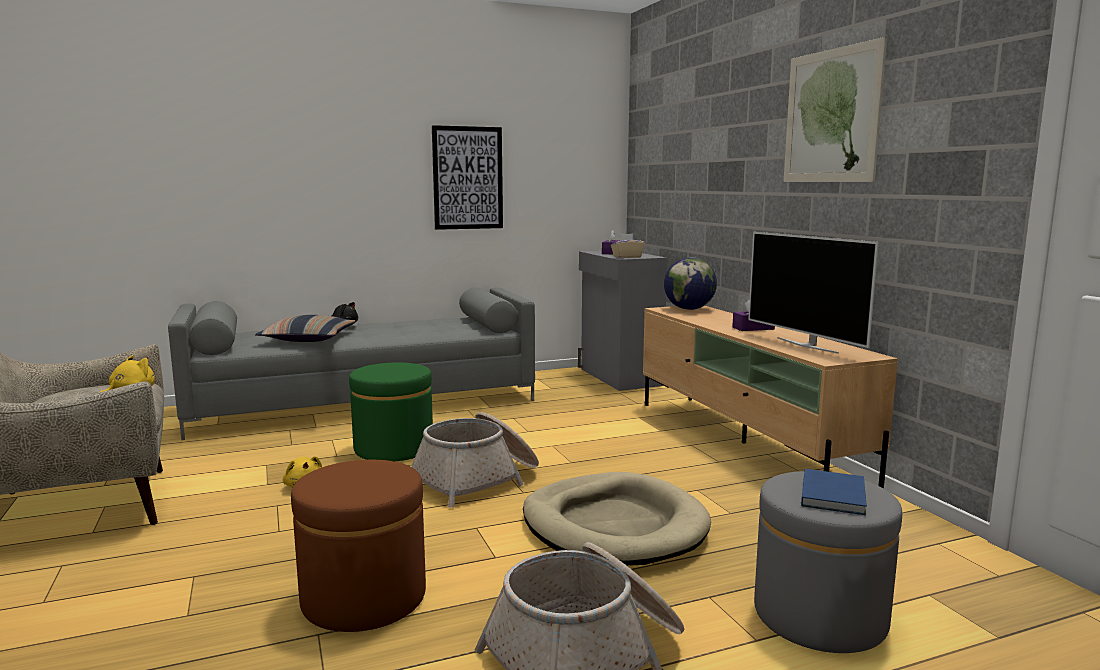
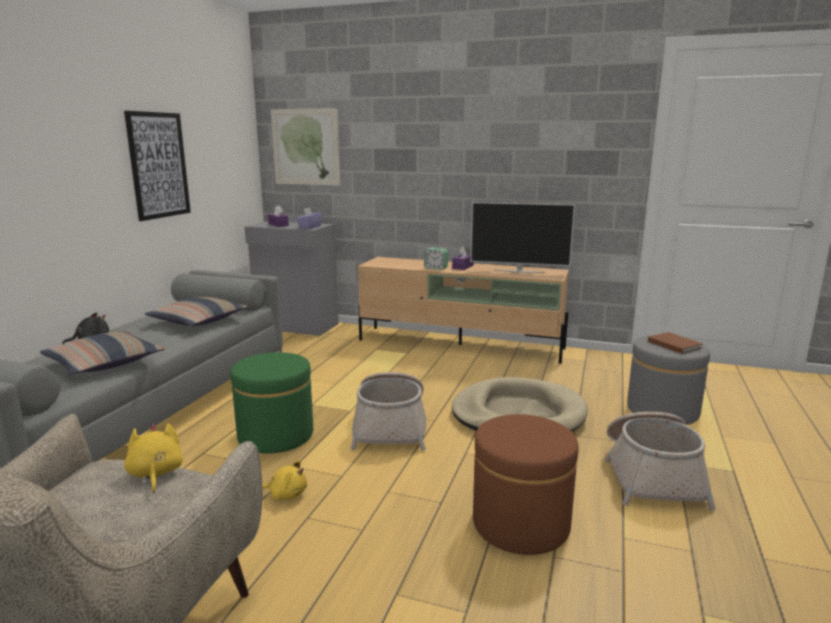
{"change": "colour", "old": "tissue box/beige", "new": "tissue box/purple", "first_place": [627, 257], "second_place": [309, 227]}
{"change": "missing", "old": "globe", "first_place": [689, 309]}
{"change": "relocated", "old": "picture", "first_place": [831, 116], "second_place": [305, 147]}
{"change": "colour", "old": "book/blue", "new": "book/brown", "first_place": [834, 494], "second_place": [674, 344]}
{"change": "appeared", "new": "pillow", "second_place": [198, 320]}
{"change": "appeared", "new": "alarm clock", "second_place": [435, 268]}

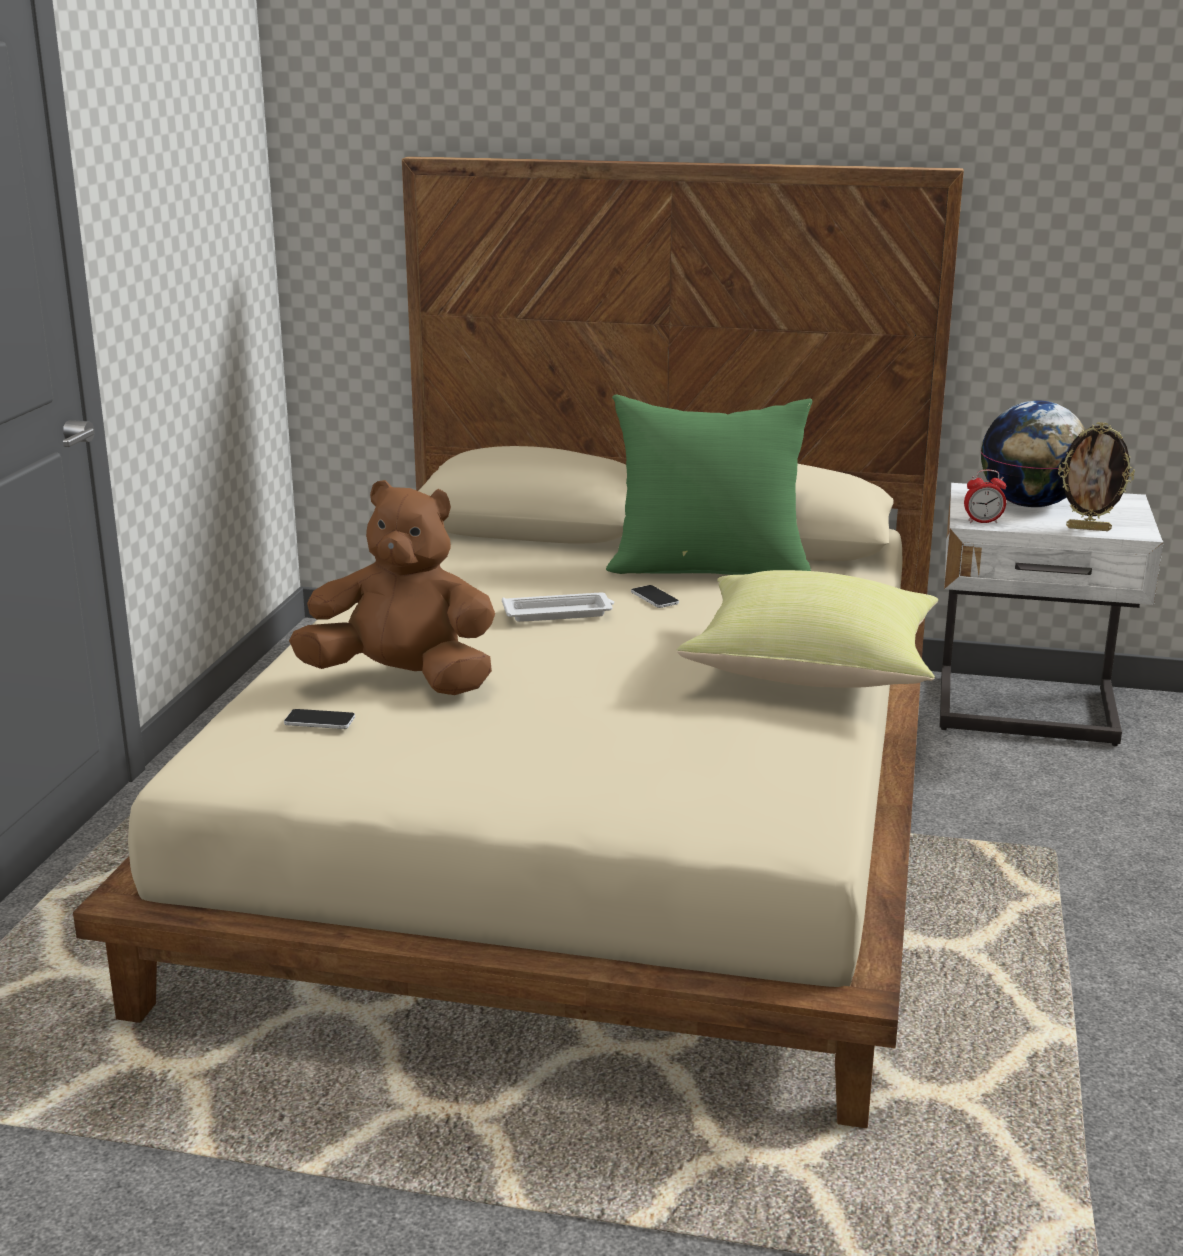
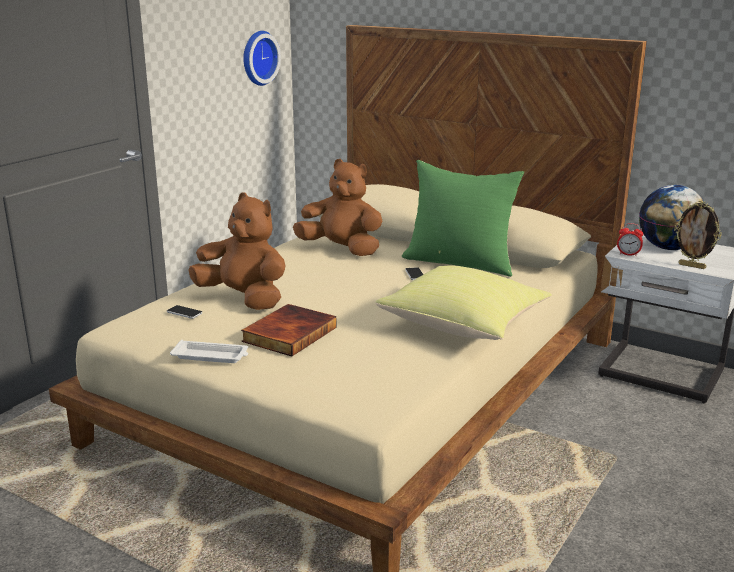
{"change": "relocated", "old": "tray/white", "first_place": [559, 613], "second_place": [211, 356]}
{"change": "appeared", "new": "book", "second_place": [288, 334]}
{"change": "appeared", "new": "wall clock", "second_place": [257, 58]}
{"change": "appeared", "new": "plush toy/brown", "second_place": [342, 249]}

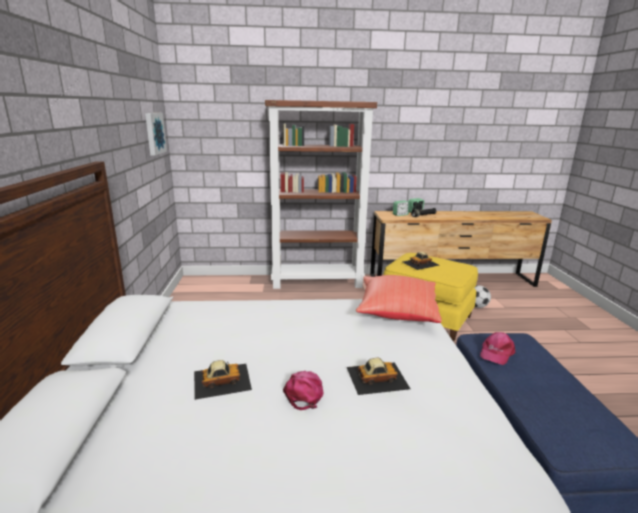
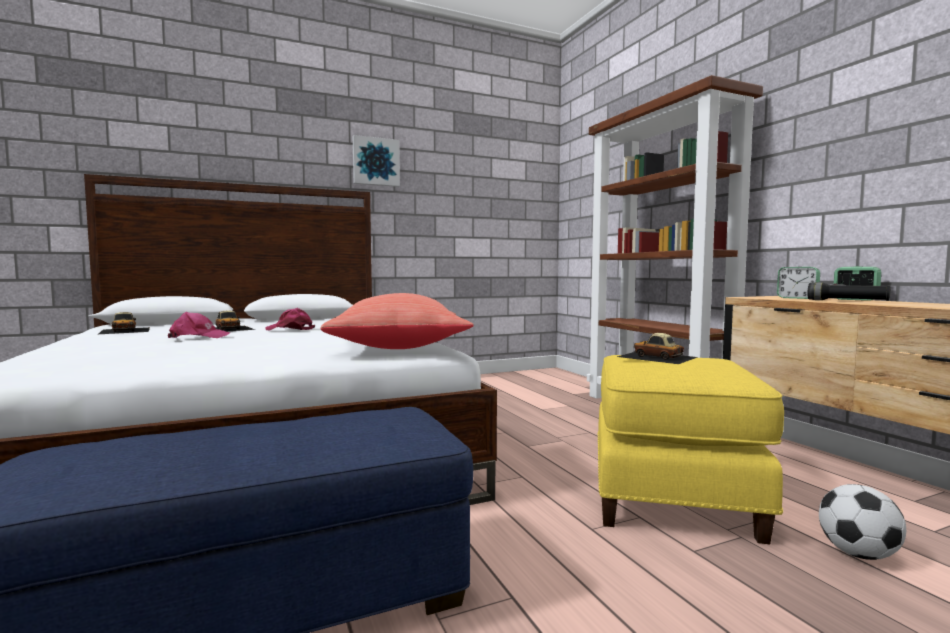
{"change": "relocated", "old": "picture", "first_place": [154, 133], "second_place": [375, 162]}
{"change": "relocated", "old": "toy car", "first_place": [376, 377], "second_place": [125, 330]}
{"change": "relocated", "old": "cap/pink", "first_place": [496, 352], "second_place": [290, 329]}

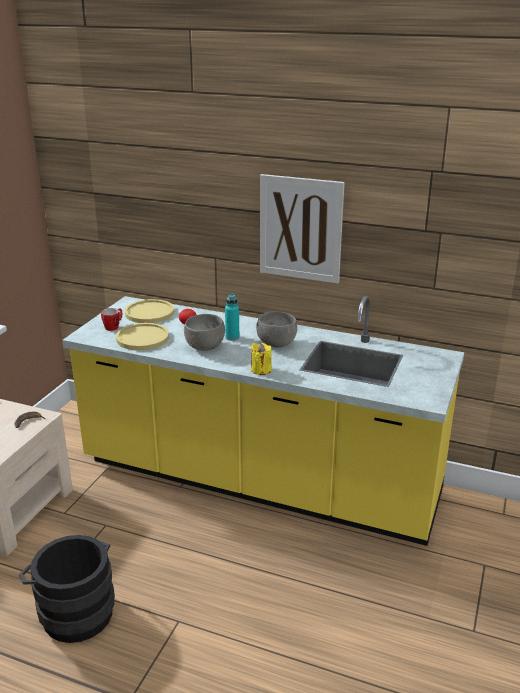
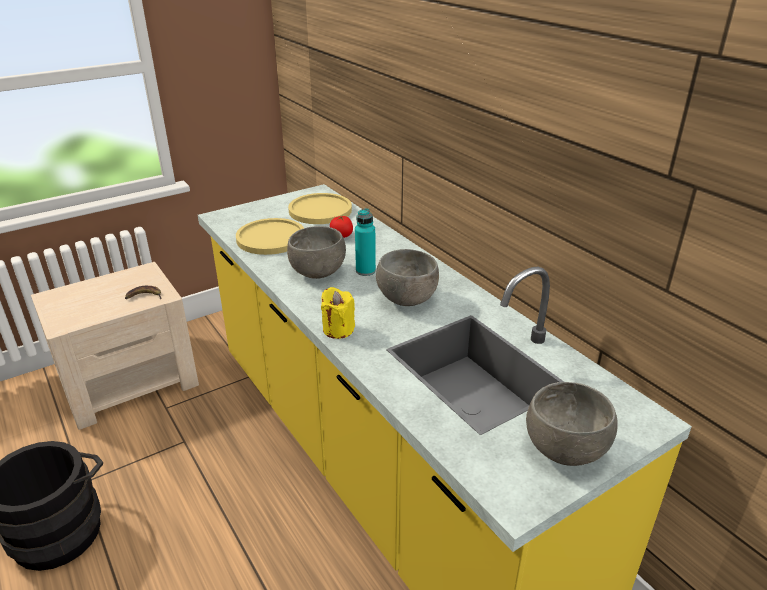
{"change": "missing", "old": "mug", "first_place": [114, 327]}
{"change": "missing", "old": "picture", "first_place": [300, 228]}
{"change": "appeared", "new": "bowl/grey", "second_place": [565, 449]}

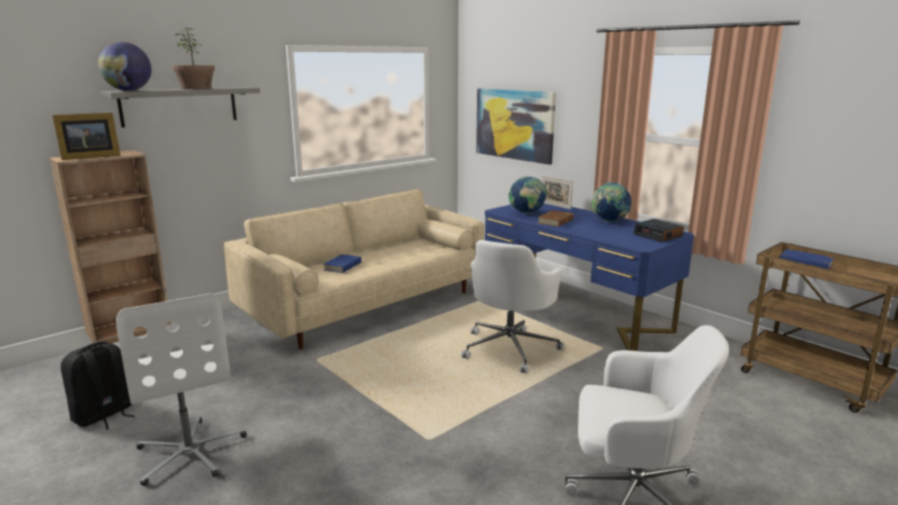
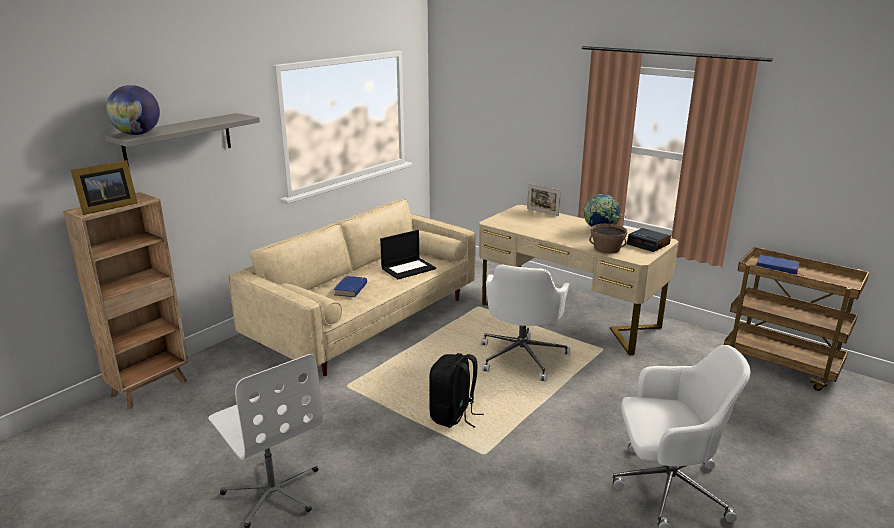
{"change": "relocated", "old": "backpack/black", "first_place": [105, 415], "second_place": [453, 416]}
{"change": "relocated", "old": "potted plant", "first_place": [197, 88], "second_place": [607, 248]}
{"change": "missing", "old": "picture", "first_place": [514, 124]}
{"change": "colour", "old": "desk/blue", "new": "desk/beige", "first_place": [575, 314], "second_place": [568, 315]}
{"change": "missing", "old": "globe", "first_place": [527, 214]}
{"change": "missing", "old": "book/brown", "first_place": [555, 221]}
{"change": "appeared", "new": "laptop", "second_place": [408, 268]}

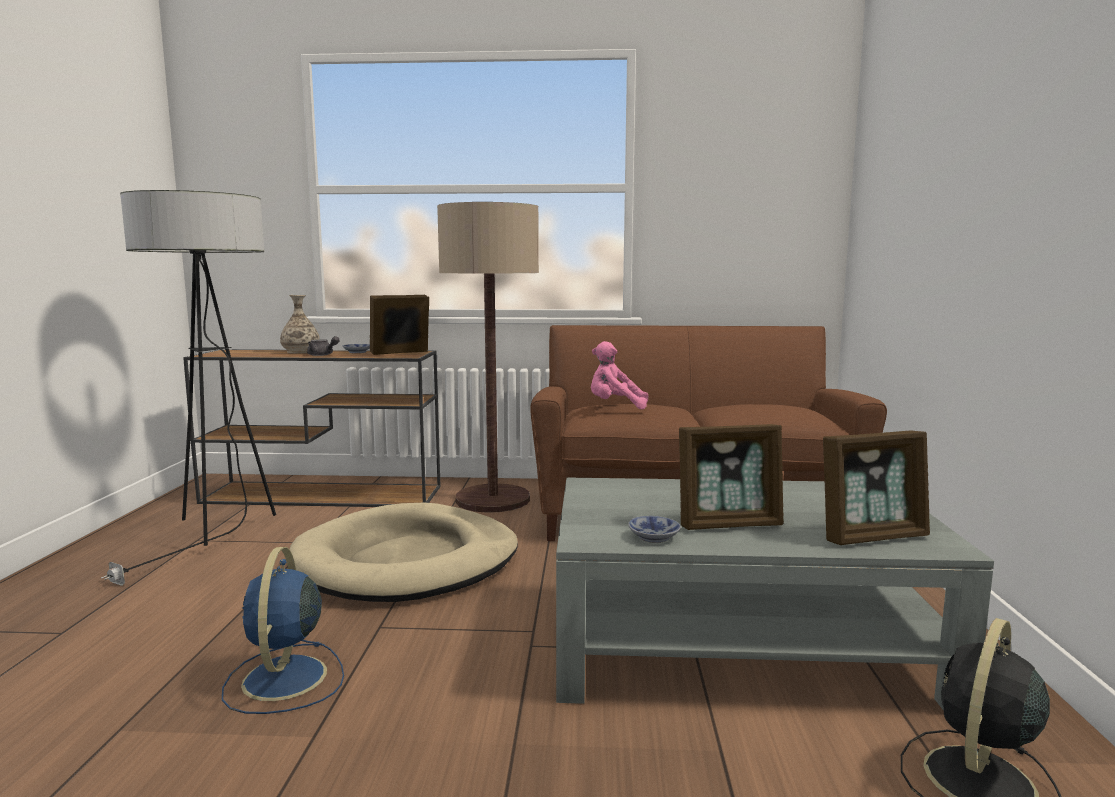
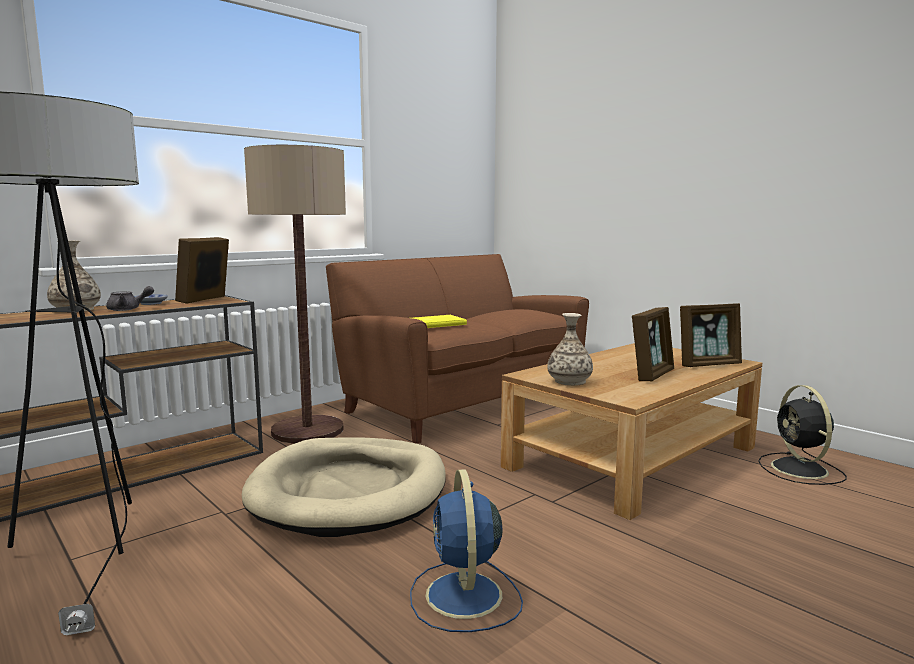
{"change": "spun", "old": "fan/blue", "first_place": [284, 680], "second_place": [464, 597], "degrees": 45}
{"change": "colour", "old": "coffee table/grey", "new": "coffee table/brown", "first_place": [740, 644], "second_place": [633, 456]}
{"change": "exchanged", "old": "plush toy/pink", "new": "book/yellow", "first_place": [615, 406], "second_place": [435, 323]}
{"change": "missing", "old": "bowl", "first_place": [651, 537]}
{"change": "spun", "old": "picture frame", "first_place": [873, 536], "second_place": [709, 364], "degrees": 45}
{"change": "appeared", "new": "vase", "second_place": [569, 381]}

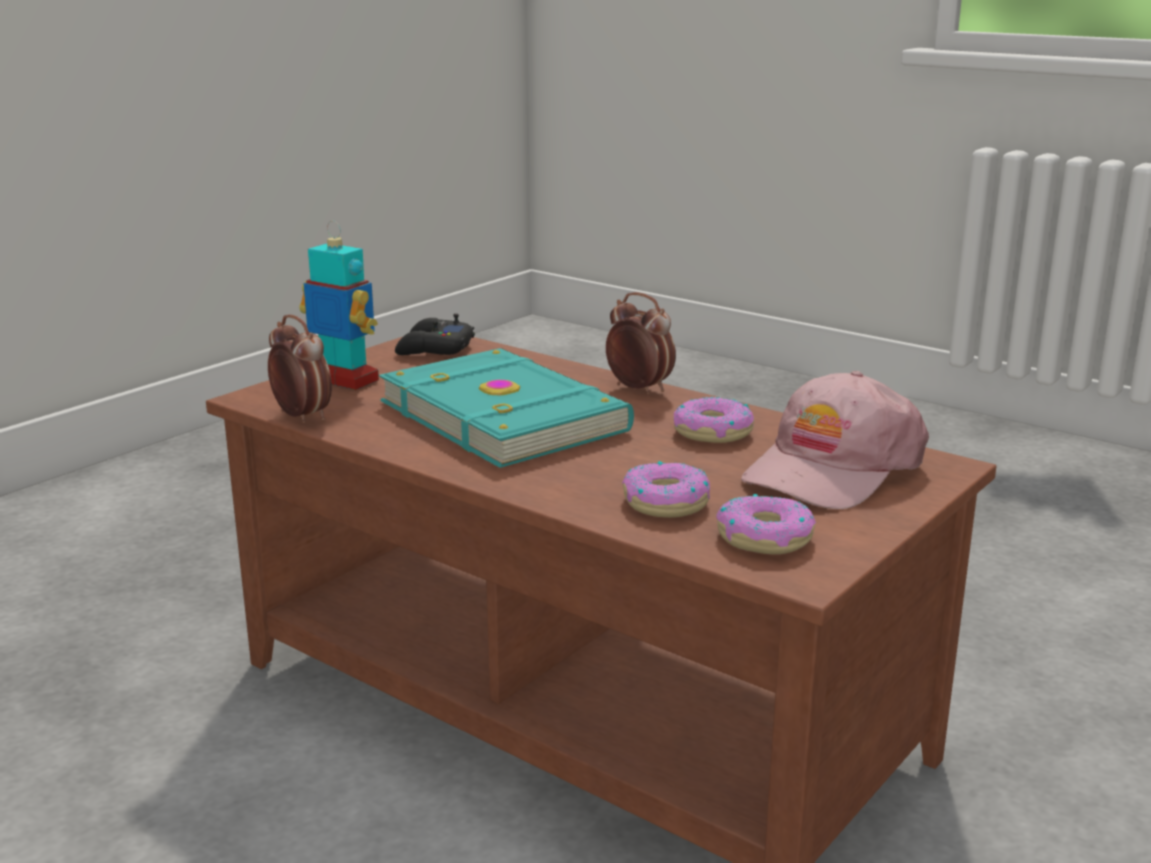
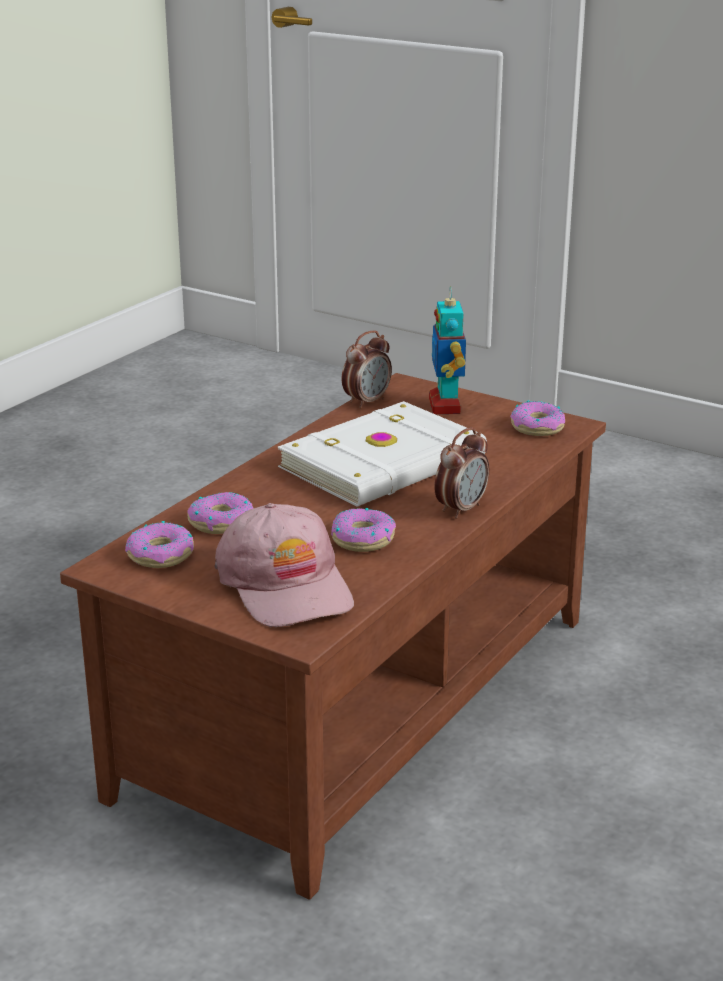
{"change": "spun", "old": "toy robot", "first_place": [345, 381], "second_place": [445, 406], "degrees": 150}
{"change": "colour", "old": "book/turquoise", "new": "book/white", "first_place": [505, 414], "second_place": [386, 463]}
{"change": "exchanged", "old": "game controller/black", "new": "donut", "first_place": [434, 349], "second_place": [538, 427]}
{"change": "spun", "old": "cap/pink", "first_place": [831, 470], "second_place": [286, 585], "degrees": -150}

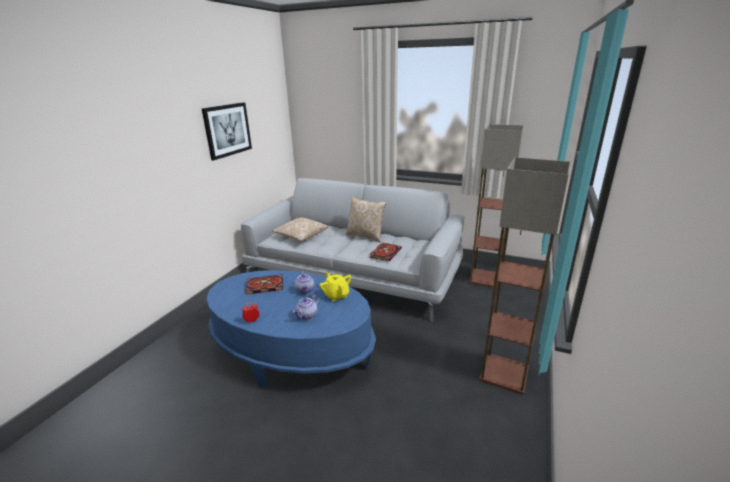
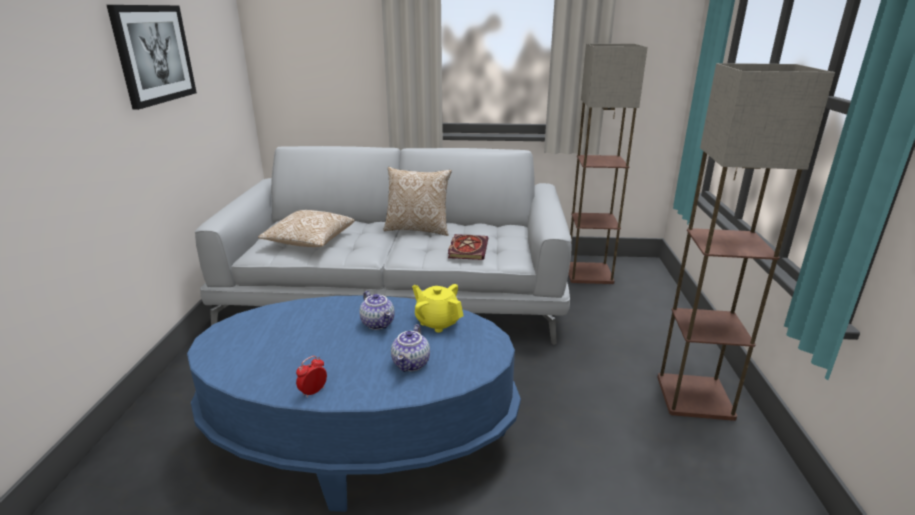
{"change": "missing", "old": "book", "first_place": [264, 286]}

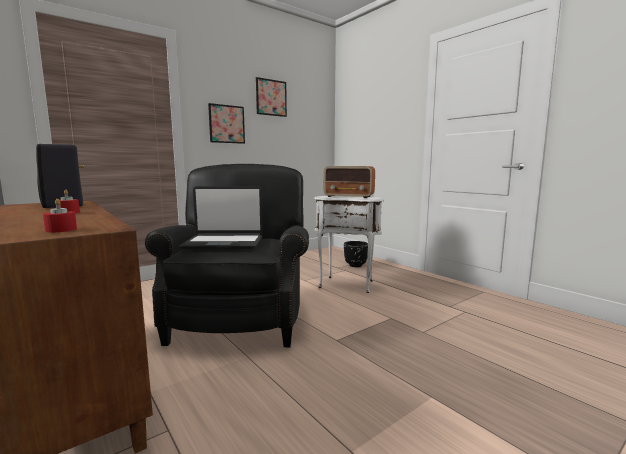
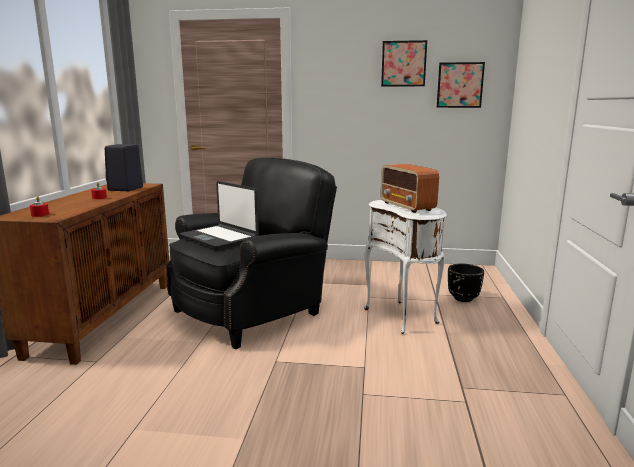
{"change": "relocated", "old": "picture", "first_place": [226, 124], "second_place": [460, 85]}

